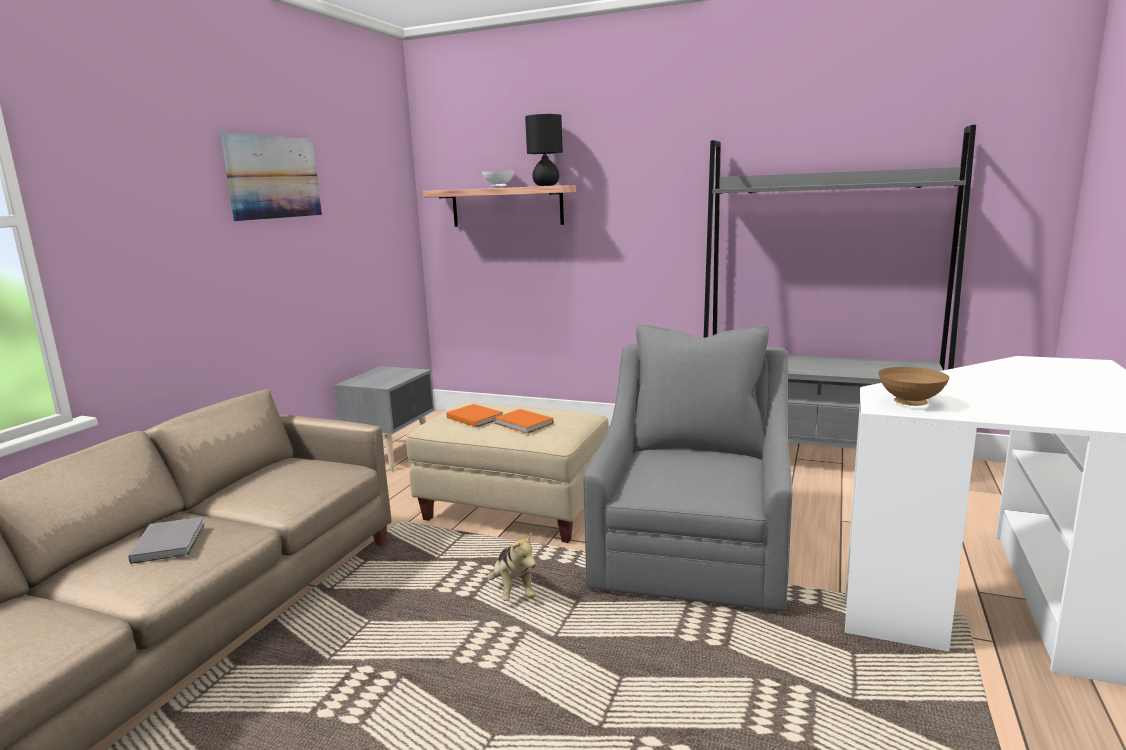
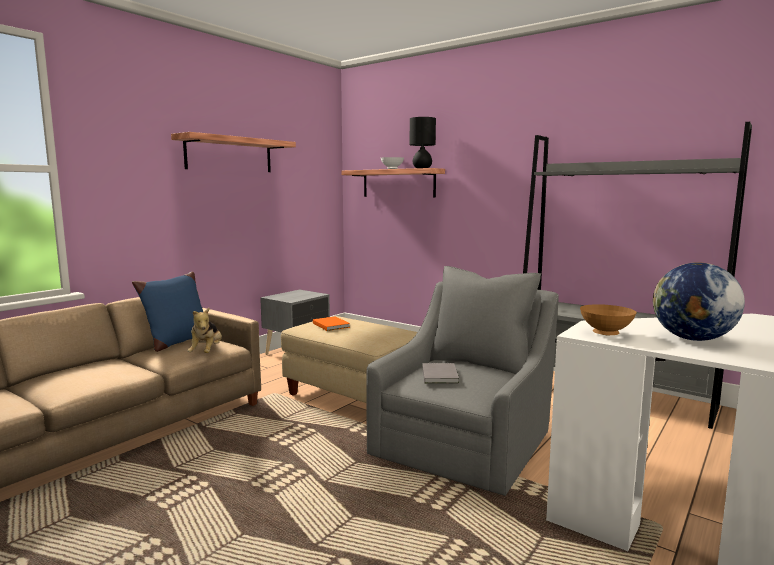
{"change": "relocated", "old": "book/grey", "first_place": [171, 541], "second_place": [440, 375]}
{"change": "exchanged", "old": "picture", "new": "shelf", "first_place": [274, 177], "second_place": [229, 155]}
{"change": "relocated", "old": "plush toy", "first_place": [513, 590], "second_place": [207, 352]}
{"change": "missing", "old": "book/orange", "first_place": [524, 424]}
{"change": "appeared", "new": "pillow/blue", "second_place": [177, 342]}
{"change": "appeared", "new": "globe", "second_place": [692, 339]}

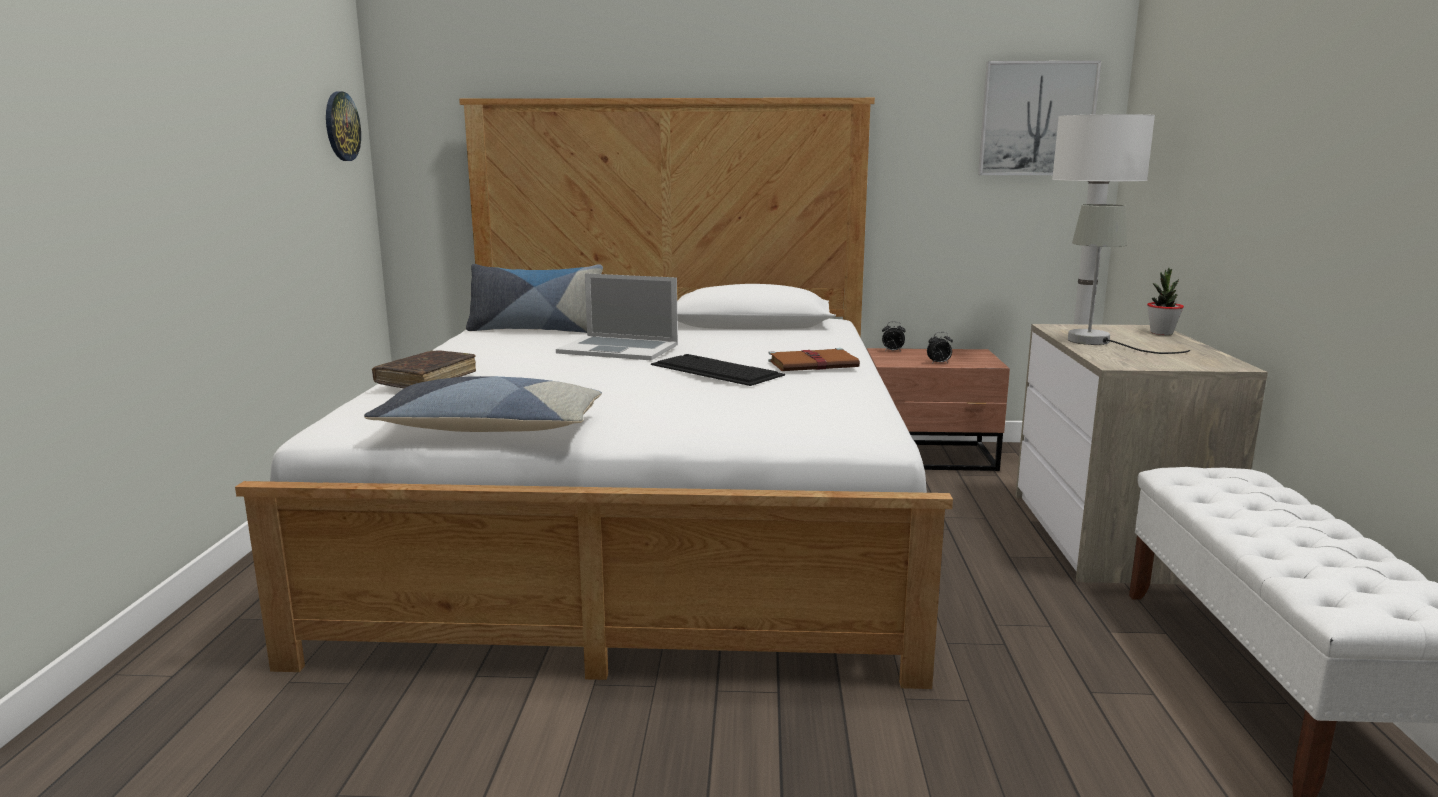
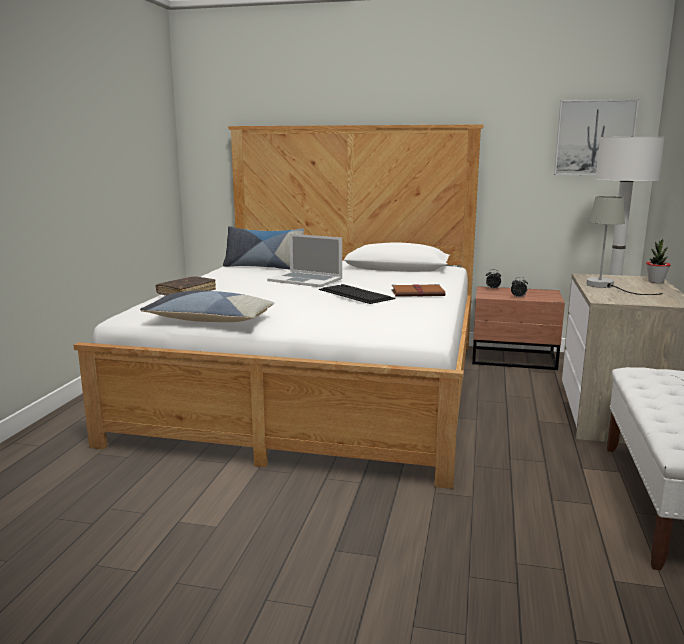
{"change": "missing", "old": "wall clock", "first_place": [341, 126]}

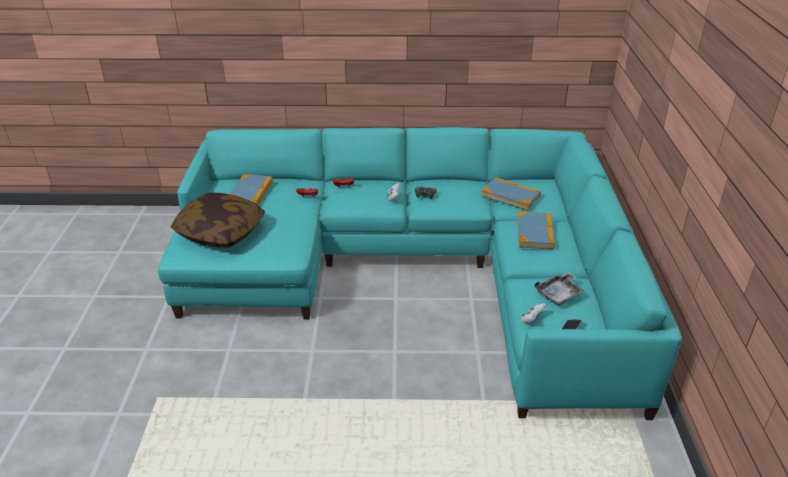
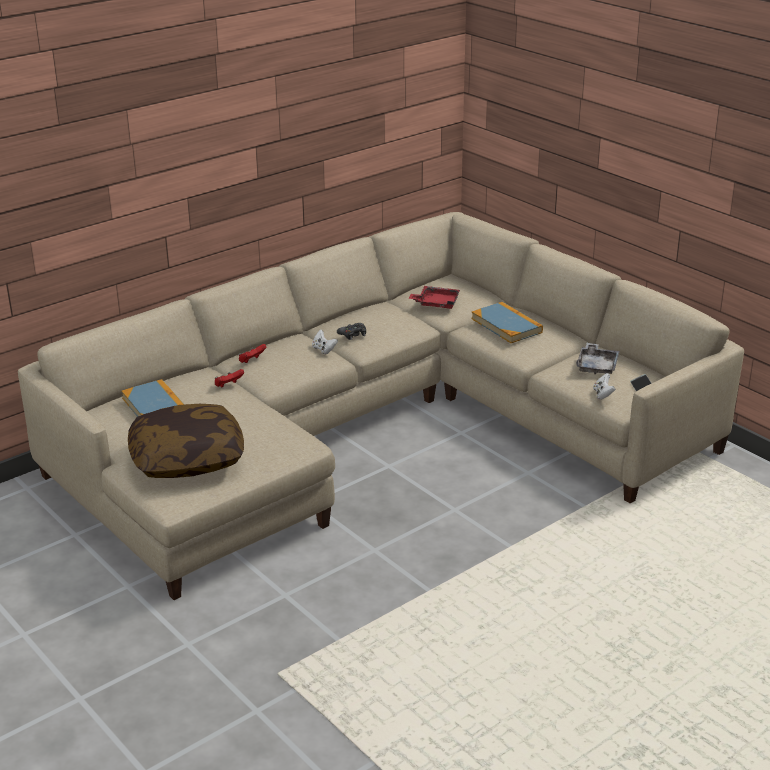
{"change": "colour", "old": "sofa/turquoise", "new": "sofa/beige", "first_place": [417, 271], "second_place": [374, 432]}
{"change": "exchanged", "old": "book", "new": "tray/red", "first_place": [510, 196], "second_place": [436, 303]}

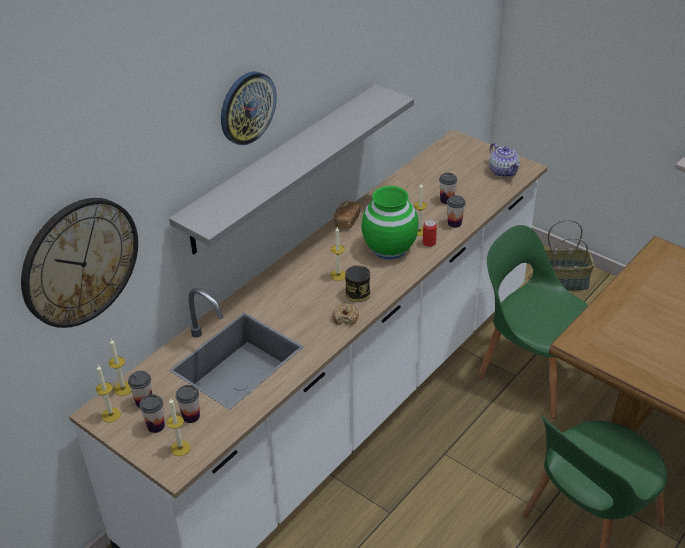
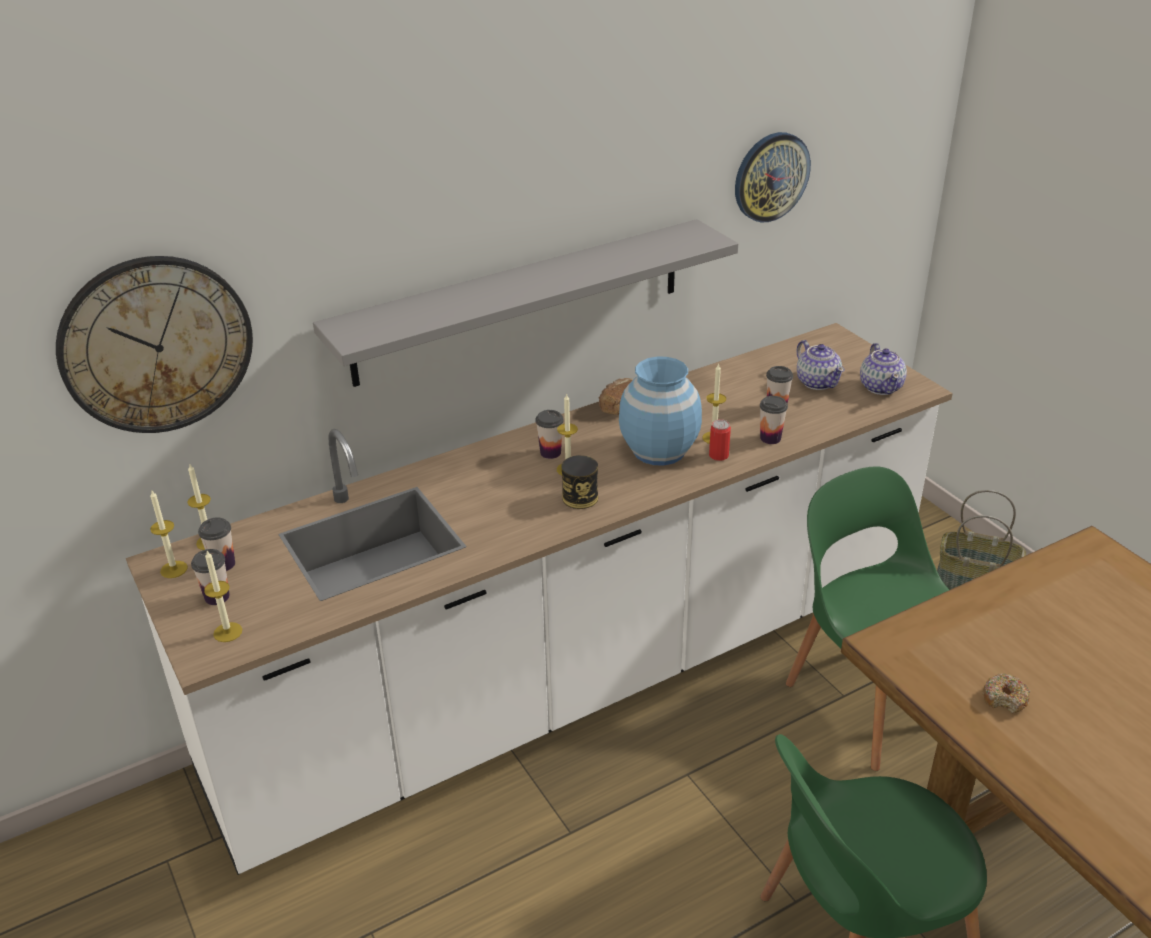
{"change": "relocated", "old": "cup", "first_place": [191, 416], "second_place": [550, 452]}
{"change": "relocated", "old": "wall clock", "first_place": [247, 107], "second_place": [771, 176]}
{"change": "relocated", "old": "donut", "first_place": [345, 318], "second_place": [1005, 699]}
{"change": "colour", "old": "vase/green", "new": "vase/blue", "first_place": [389, 248], "second_place": [659, 450]}
{"change": "appeared", "new": "teapot", "second_place": [817, 382]}

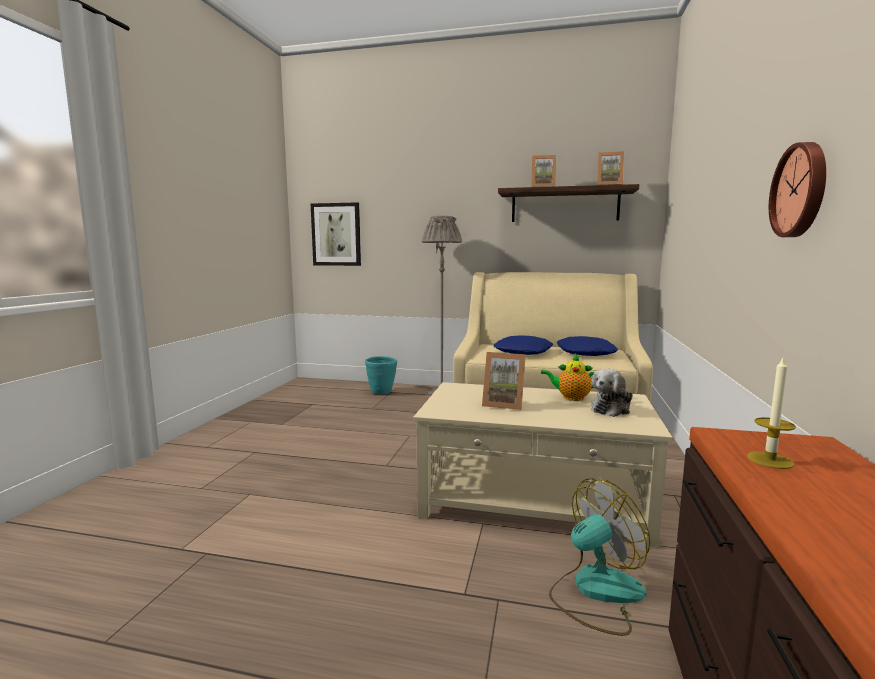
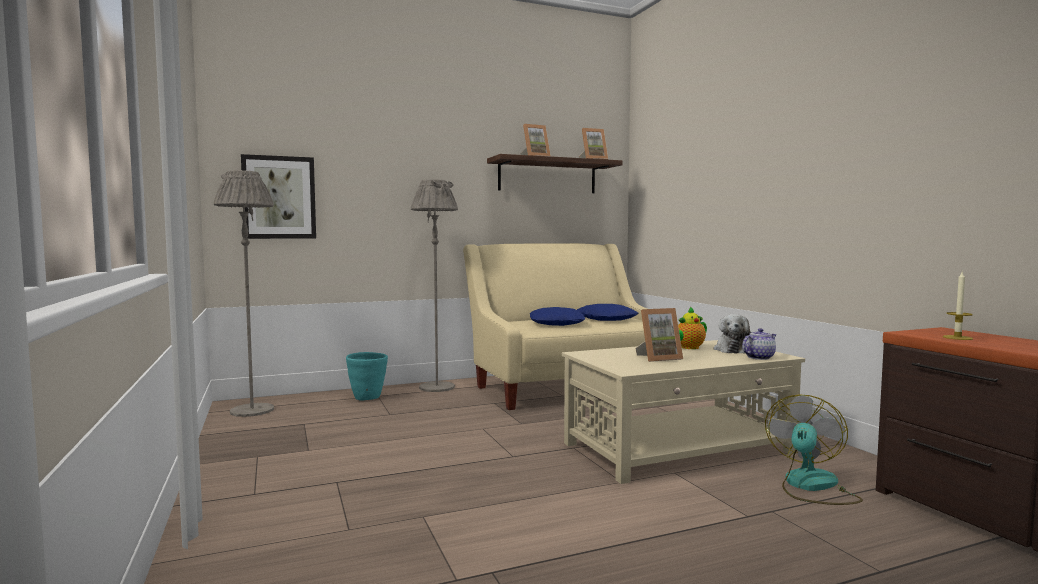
{"change": "missing", "old": "wall clock", "first_place": [801, 190]}
{"change": "appeared", "new": "floor lamp/grey", "second_place": [252, 410]}
{"change": "appeared", "new": "teapot", "second_place": [759, 357]}

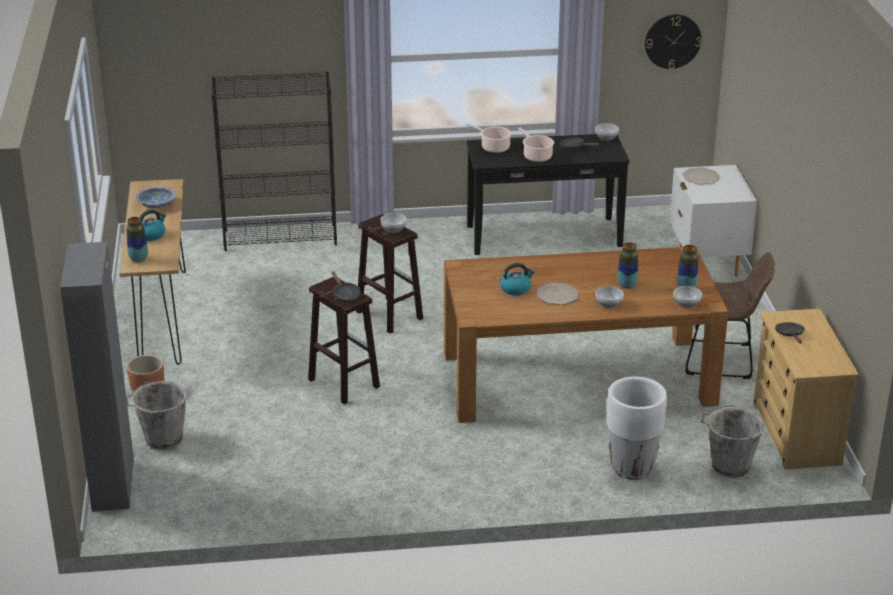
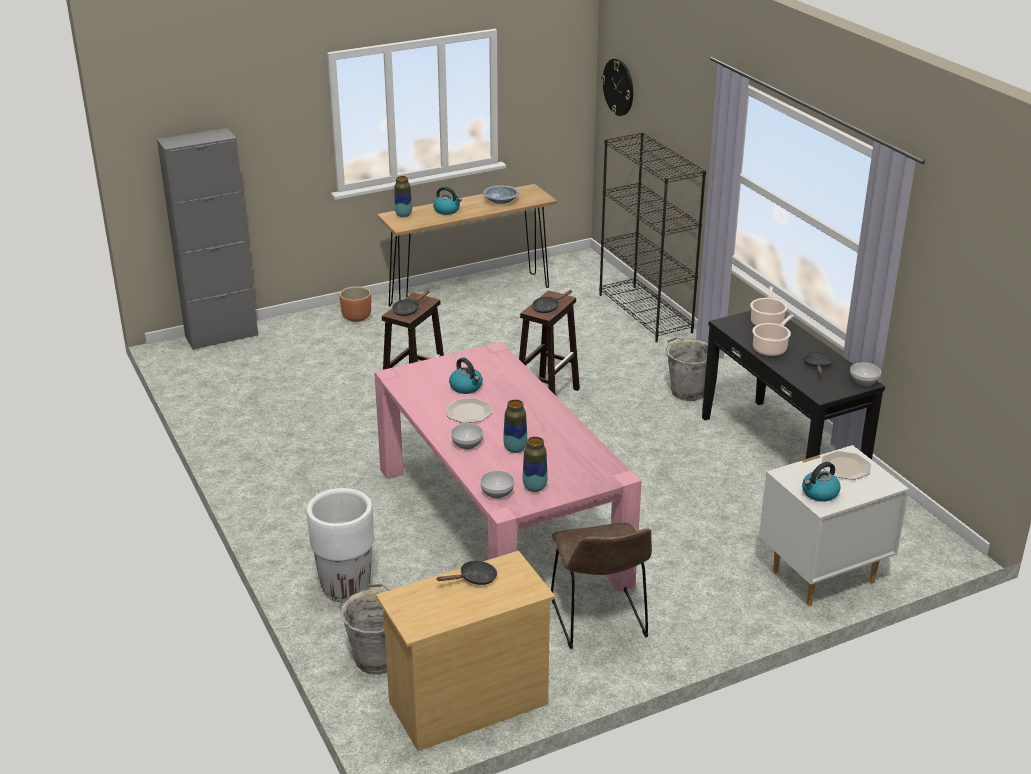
{"change": "relocated", "old": "bucket/grey", "first_place": [162, 439], "second_place": [687, 391]}
{"change": "exchanged", "old": "bowl", "new": "frying pan/black", "first_place": [393, 229], "second_place": [548, 307]}
{"change": "colour", "old": "dining table/brown", "new": "dining table/pink", "first_place": [577, 377], "second_place": [500, 525]}
{"change": "relocated", "old": "wall clock", "first_place": [672, 41], "second_place": [618, 87]}
{"change": "appeared", "new": "kettle", "second_place": [819, 493]}

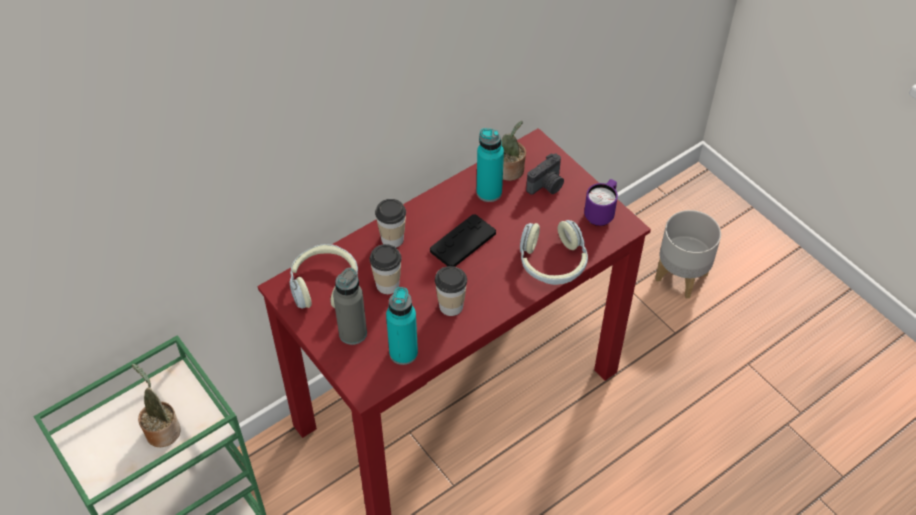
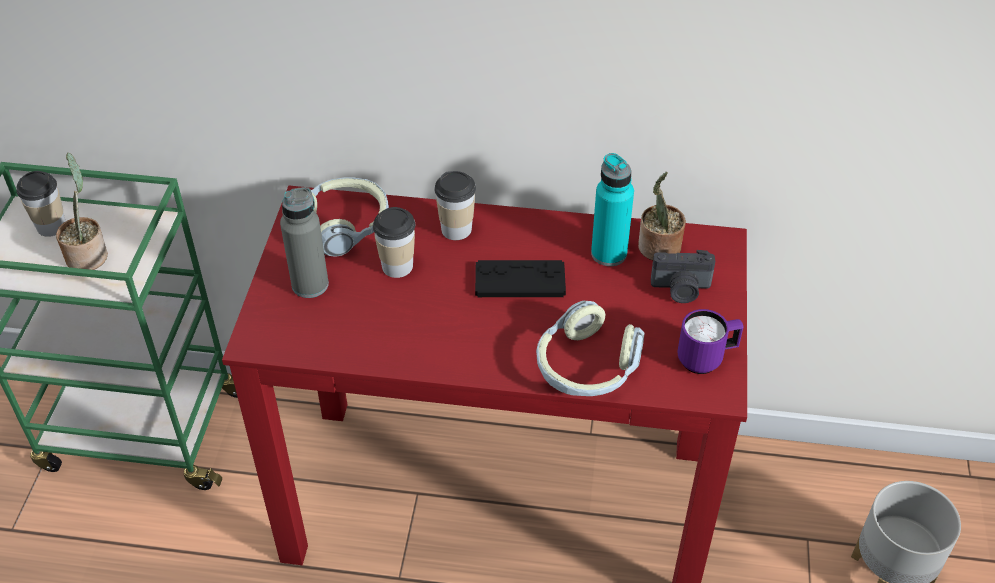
{"change": "missing", "old": "bottle/turquoise", "first_place": [403, 353]}
{"change": "relocated", "old": "cup", "first_place": [451, 306], "second_place": [51, 226]}

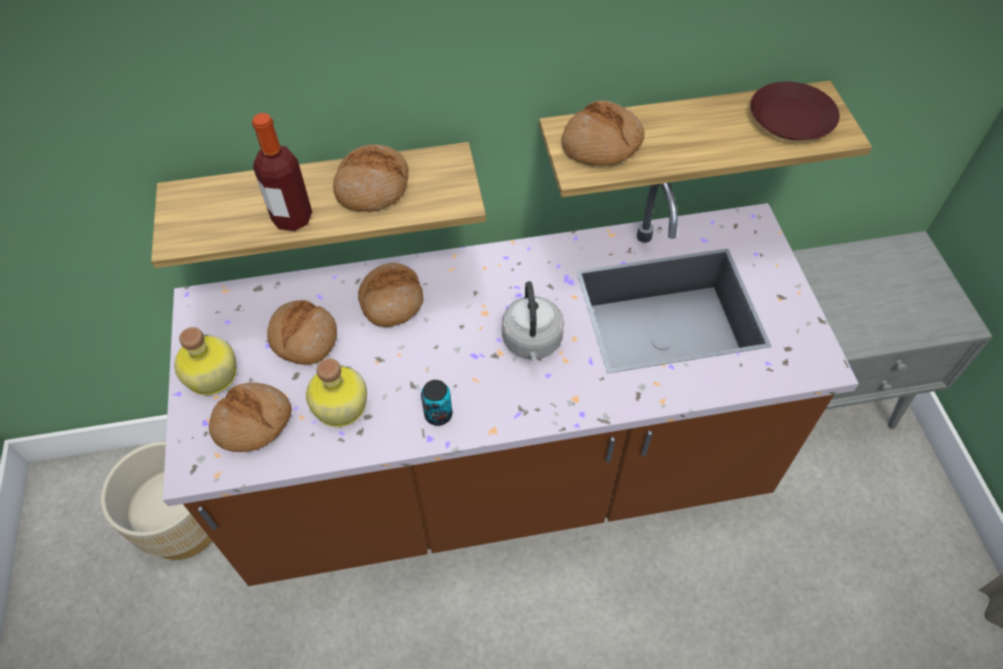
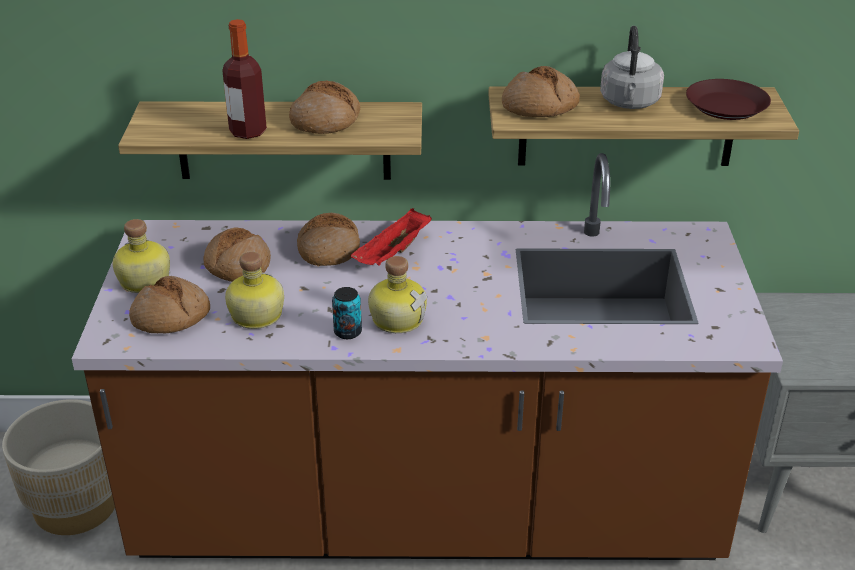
{"change": "relocated", "old": "kettle/grey", "first_place": [532, 343], "second_place": [629, 103]}
{"change": "appeared", "new": "tray/red", "second_place": [393, 254]}
{"change": "appeared", "new": "bottle", "second_place": [397, 318]}

